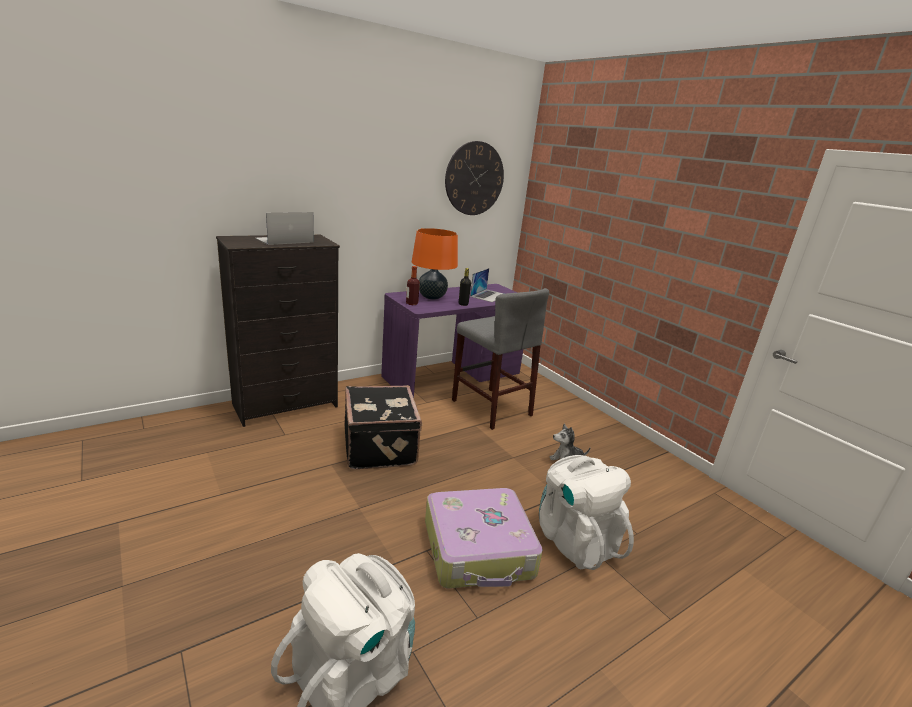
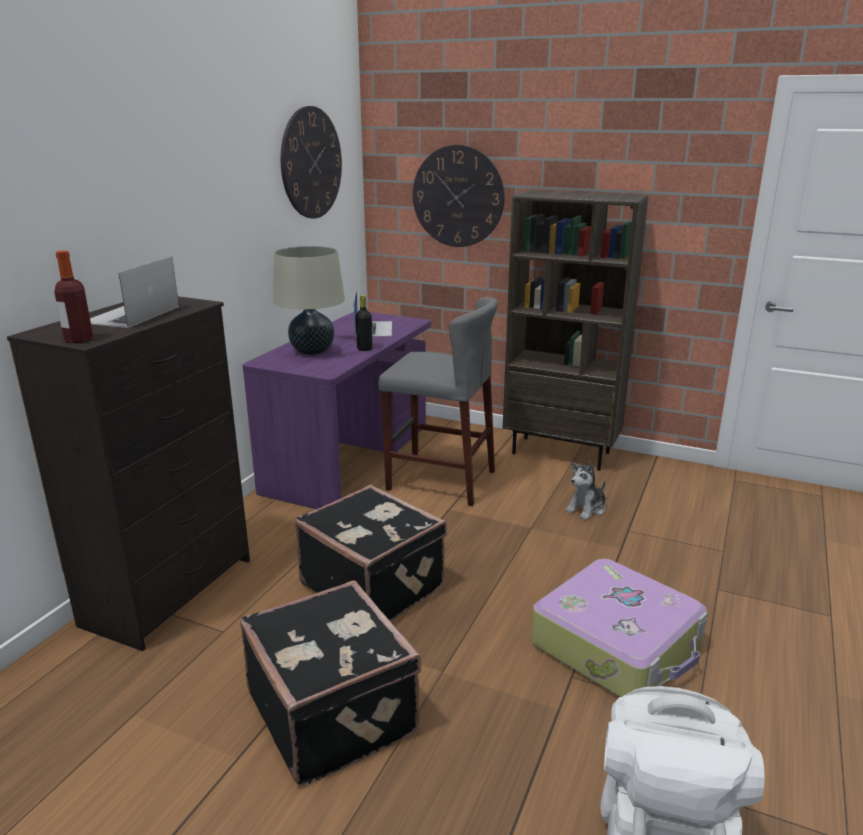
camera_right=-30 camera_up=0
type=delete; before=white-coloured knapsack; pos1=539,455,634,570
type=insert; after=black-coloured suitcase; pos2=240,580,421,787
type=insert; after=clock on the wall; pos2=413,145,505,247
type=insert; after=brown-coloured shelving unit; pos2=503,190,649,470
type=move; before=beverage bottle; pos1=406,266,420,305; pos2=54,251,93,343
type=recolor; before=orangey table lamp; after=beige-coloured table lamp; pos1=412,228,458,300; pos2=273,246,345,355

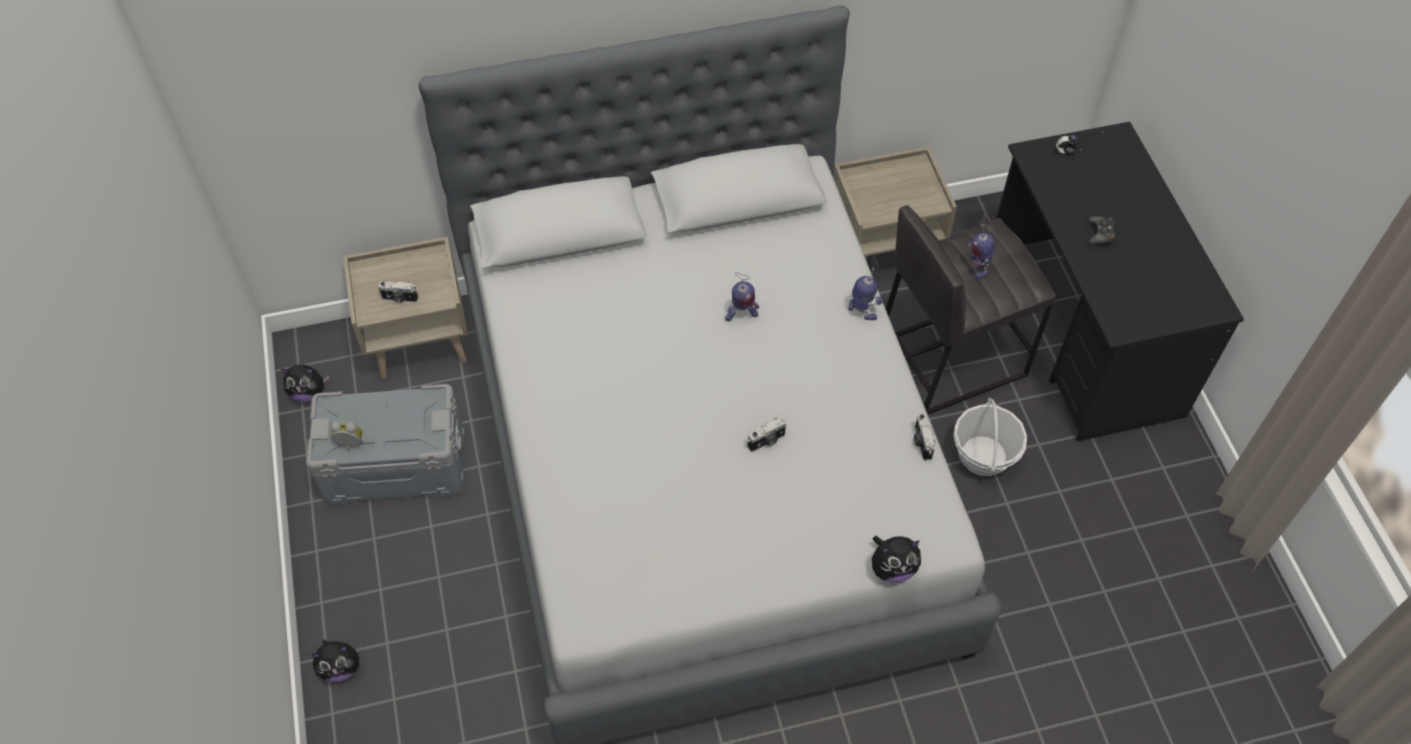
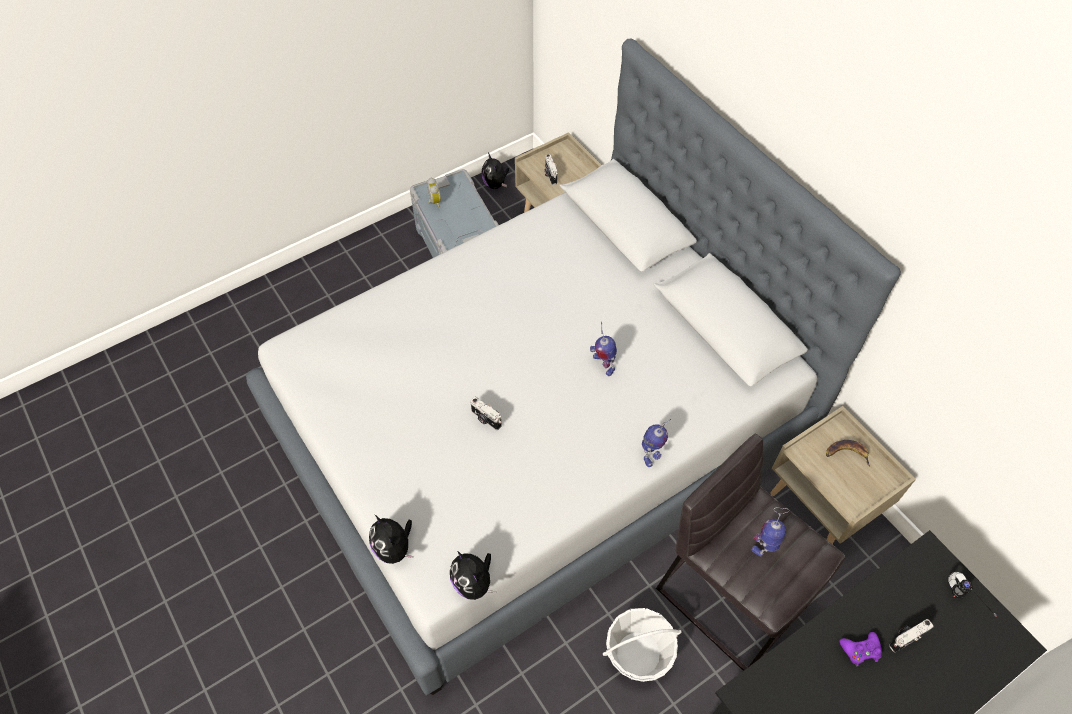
camera_right=70 camera_up=0
type=insert; after=banana; pos2=826,440,870,466
type=move; before=soft toy; pos1=311,639,362,682; pos2=450,551,496,600
type=move; before=photo camera; pos1=914,413,935,461; pos2=889,619,934,652
type=recolor; before=black-coloured joypad; after=purplish joypad; pos1=1089,216,1115,245; pos2=840,632,882,667

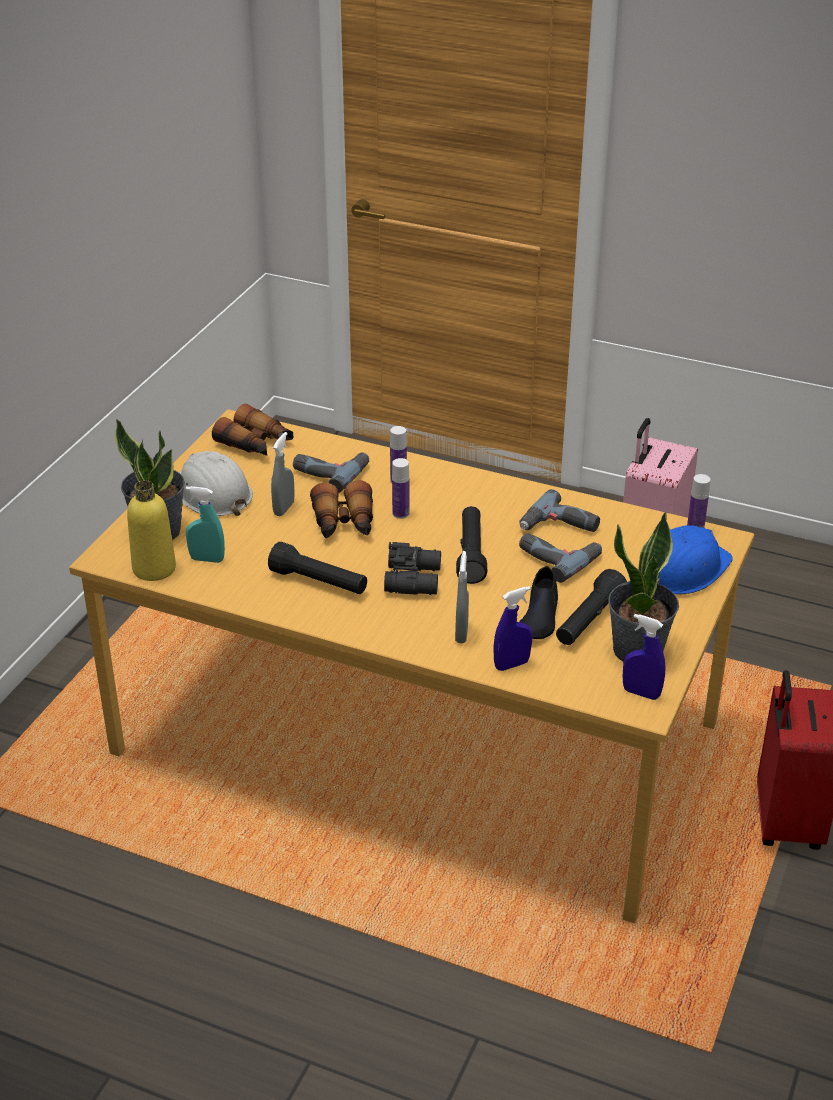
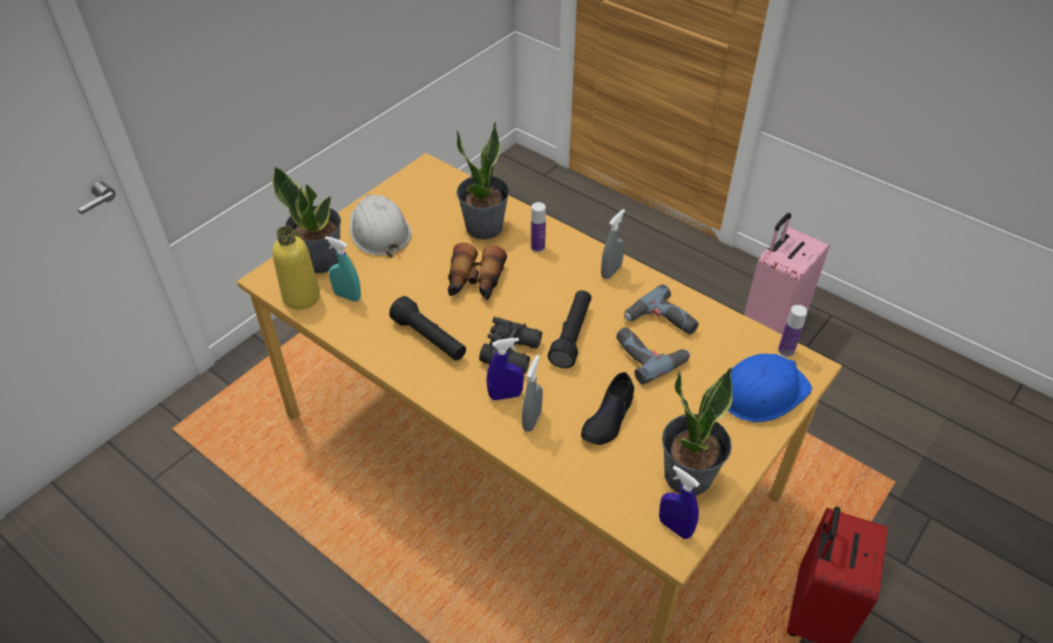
camera_right=15 camera_up=10
type=delete; before=pair of binoculars; pos1=212,404,293,456
type=delete; before=beverage bottle; pos1=392,458,409,519
type=delete; before=black-coloured torch; pos1=556,569,627,645
type=move; before=greyish hand sprayer; pos1=271,432,295,516; pos2=601,209,625,279
type=move; before=blue-coloured hand sprayer; pos1=494,586,532,671; pos2=486,338,524,400
type=replace; before=electric drill; after=houseplant; pos1=293,453,369,493; pos2=456,121,510,240

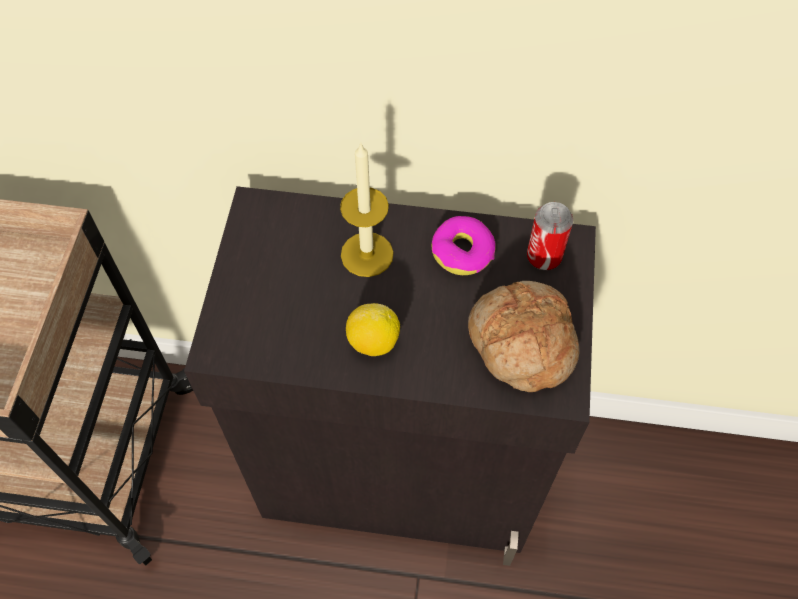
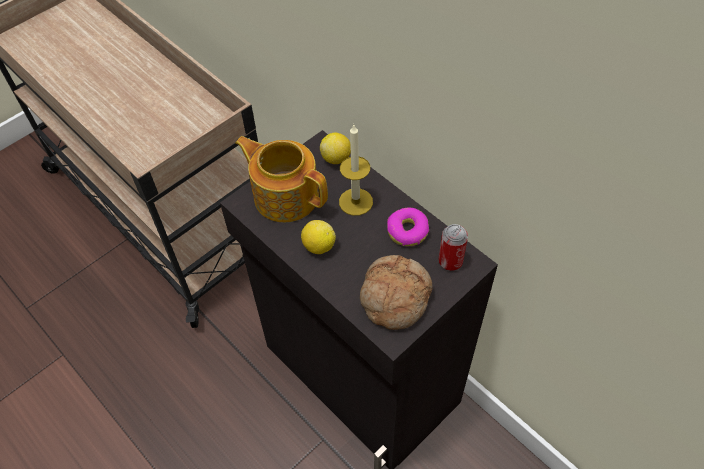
camera_right=40 camera_up=-5
type=insert; after=teapot; pos2=235,136,328,222
type=insert; after=citrus fruit; pos2=320,132,351,164

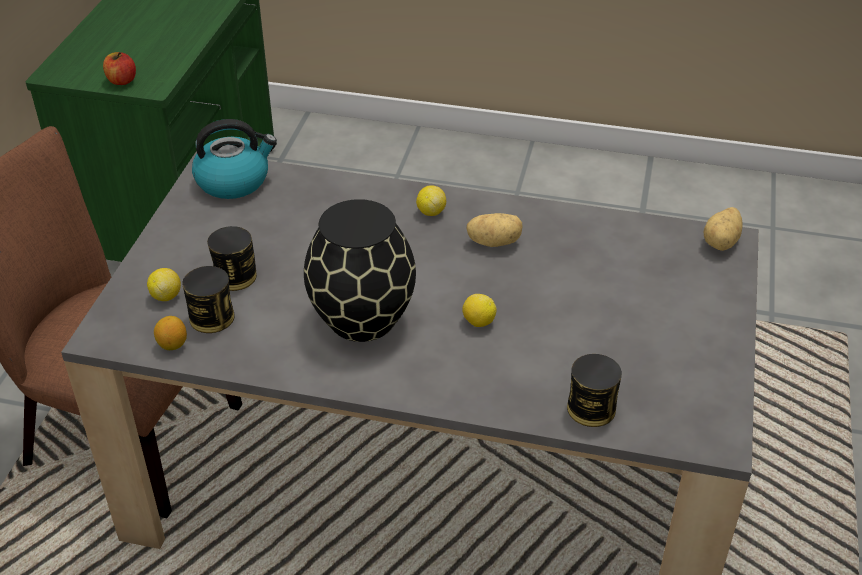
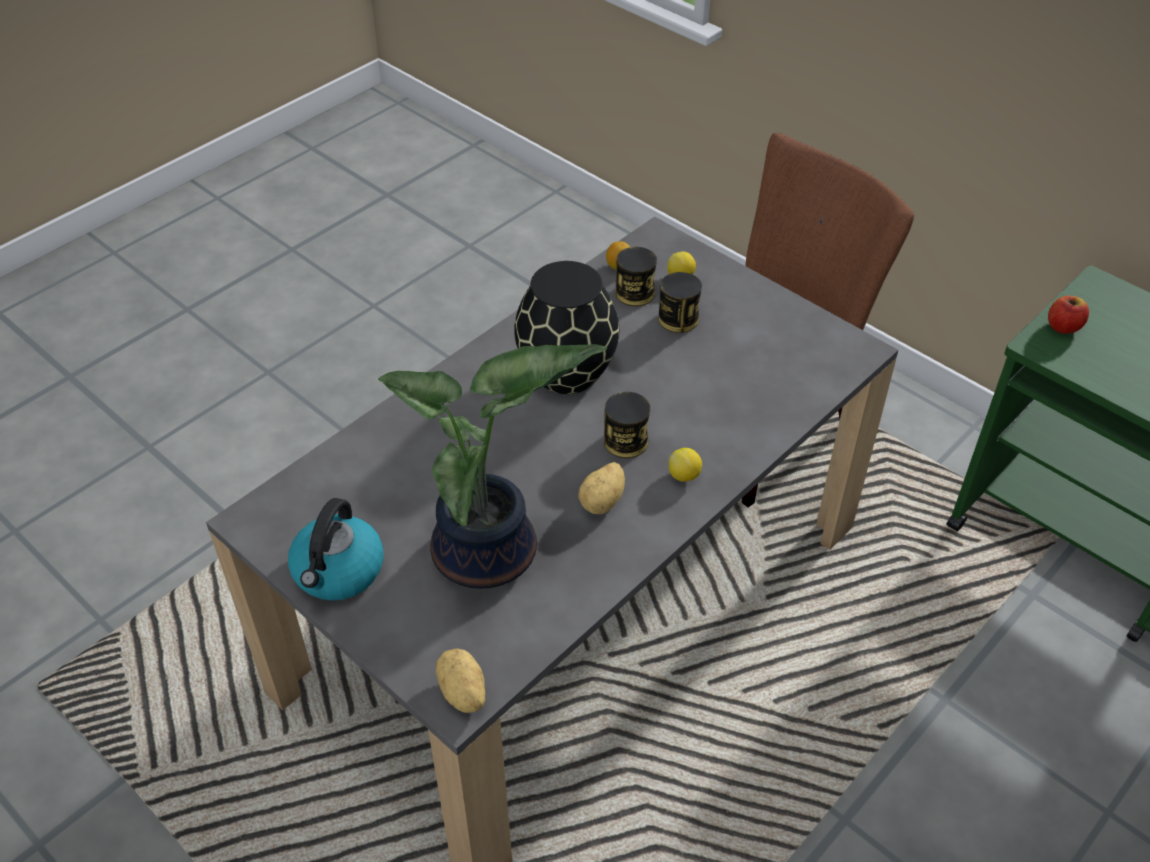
camera_right=120 camera_up=5
type=delete; before=citrus fruit; pos1=462,294,497,327
type=insert; after=houseplant; pos2=378,344,607,589
type=move; before=water kettle; pos1=192,119,277,199; pos2=288,498,384,601
type=move; before=sealed can; pos1=567,354,622,427; pos2=604,392,650,458

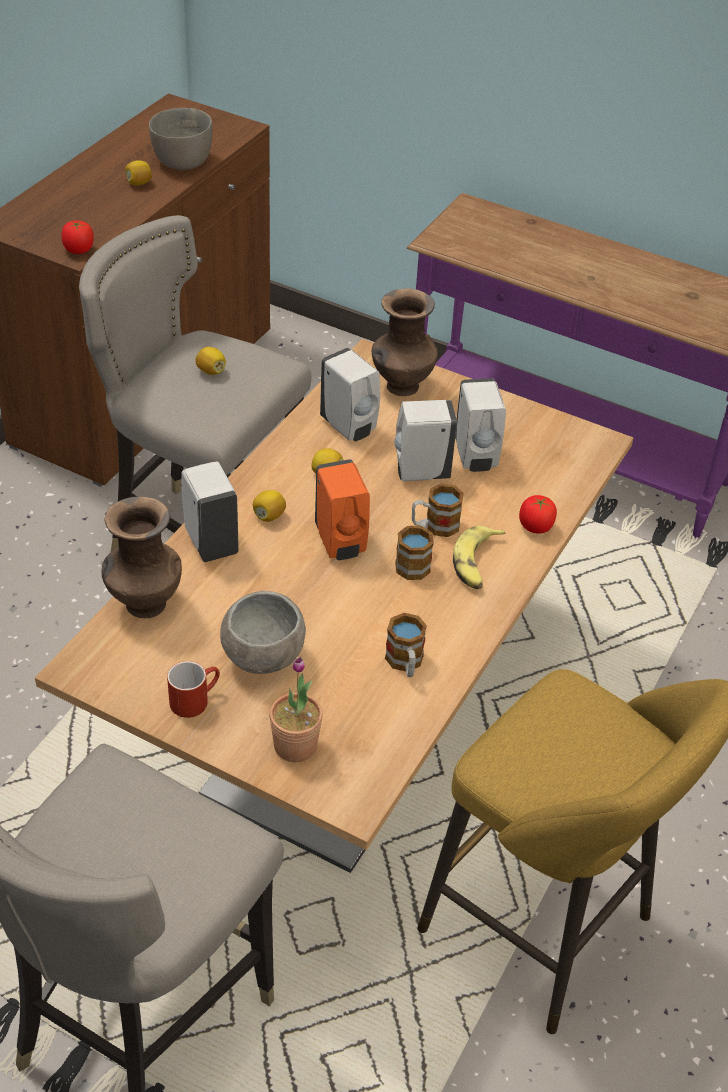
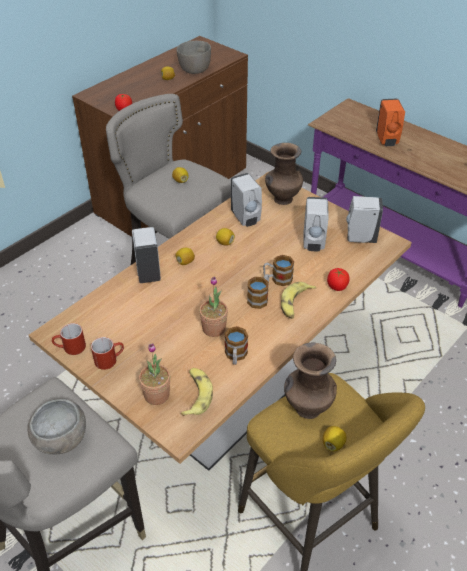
camera_right=15 camera_up=0
type=insert; after=red coffee mug; pos2=52,323,86,355
type=insert; after=banana; pos2=181,368,213,416
type=insert; after=houseplant; pos2=199,276,228,337
type=insert; after=citrus fruit; pos2=323,426,346,451
type=move; before=brown-coloured decorative vase; pos1=101,496,182,618; pos2=284,343,337,419
type=move; before=greyish bowl; pos1=220,591,306,674; pos2=27,399,86,454
type=move; before=orangey soap bottle; pos1=315,459,370,560; pos2=376,98,405,146
type=move; before=white-coloured soap bottle; pos1=394,400,457,481; pos2=346,196,383,243

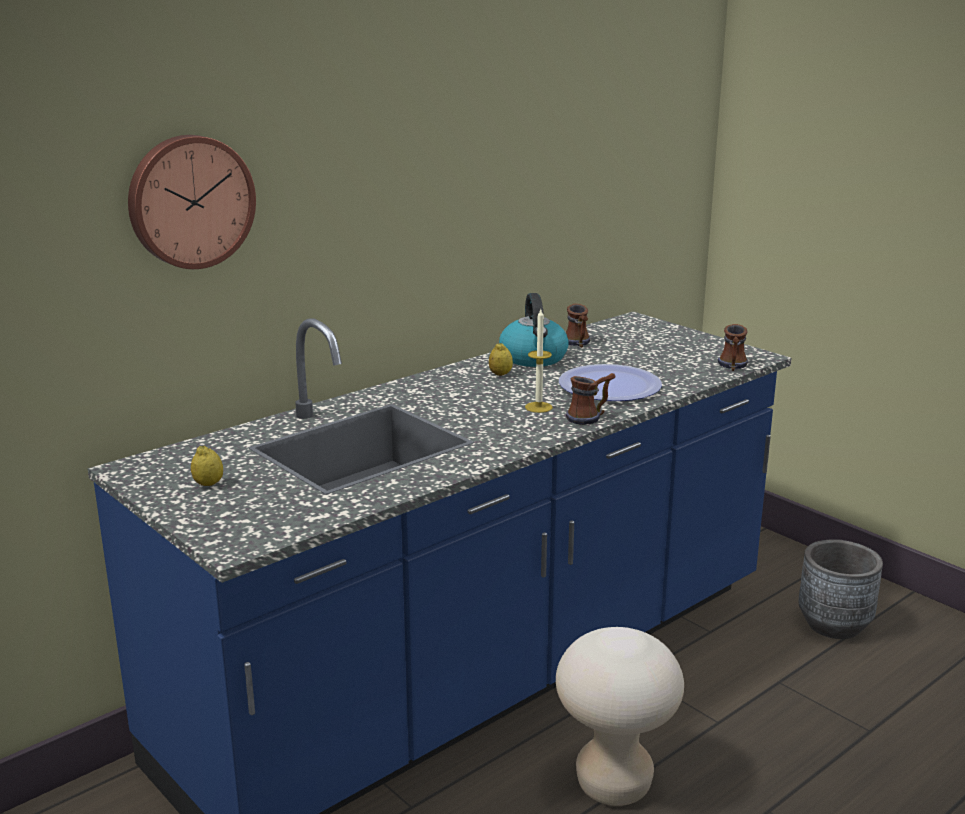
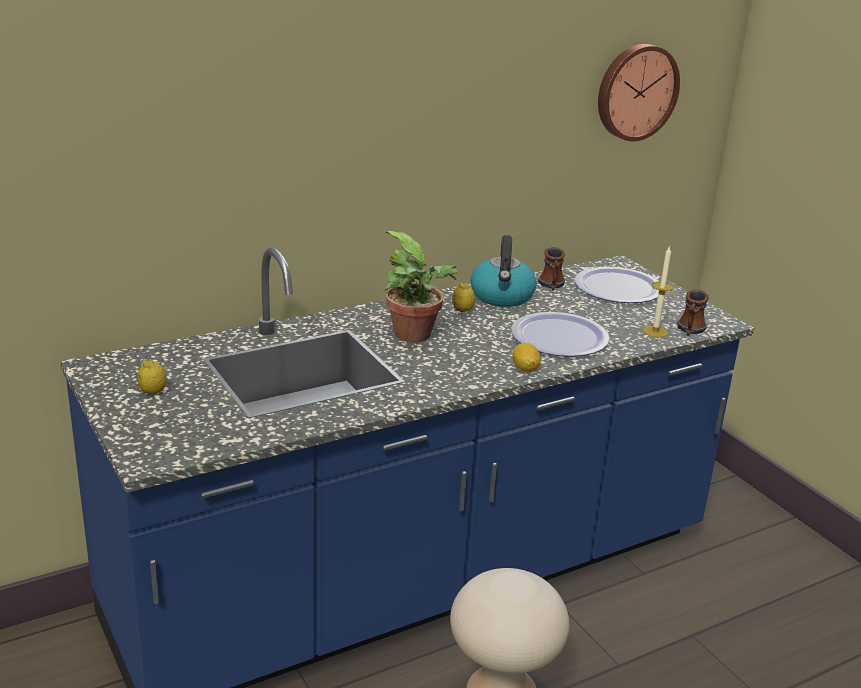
camera_right=10 camera_up=5
type=delete; before=greyish planter; pos1=798,539,883,639
type=insert; after=houseplant; pos2=382,231,458,343
type=insert; after=flat dish; pos2=575,267,659,303
type=move; before=clock on the wall; pos1=128,135,256,269; pos2=598,44,680,141
type=move; before=wax light; pos1=525,309,553,413; pos2=643,246,674,338
type=replace; before=coffee mug; after=citrus fruit; pos1=566,373,616,425; pos2=512,343,541,372

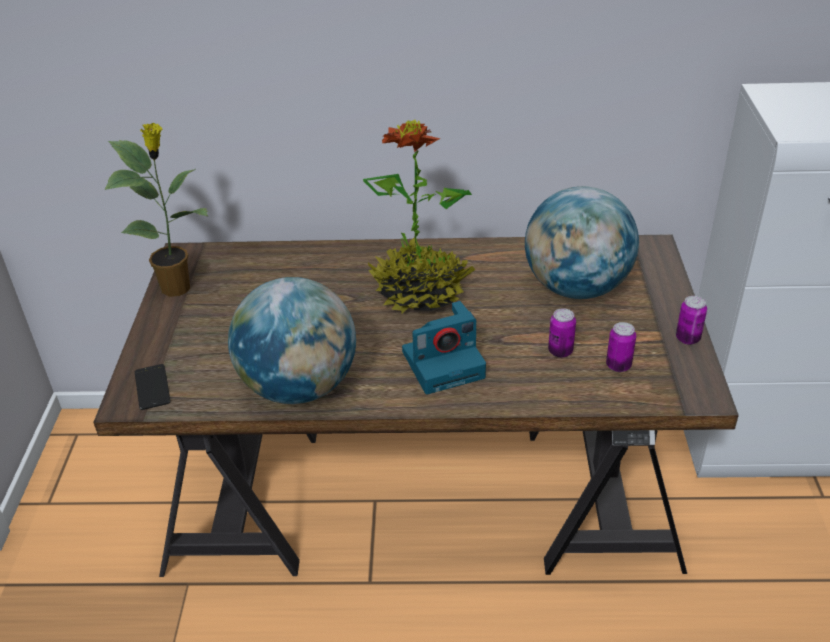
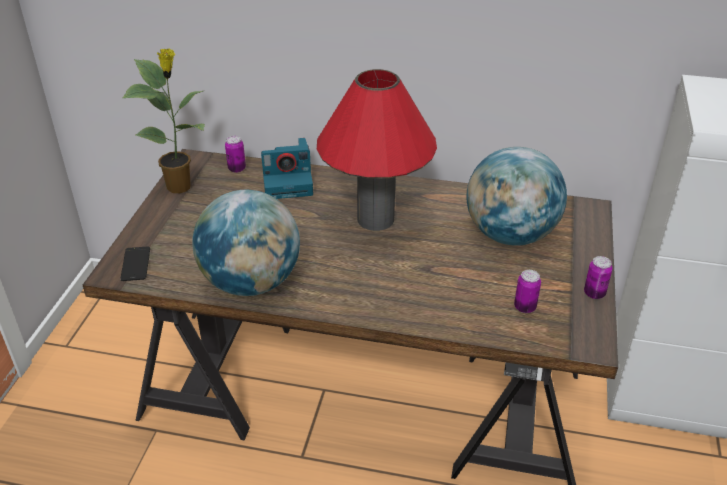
camera_right=10 camera_up=0
type=move; before=photo camera; pos1=402,301,486,394; pos2=261,138,313,199
type=move; before=sealed can; pos1=548,308,576,358; pos2=225,136,246,173
type=replace; before=houseplant; after=red table lamp; pos1=363,120,475,314; pos2=317,69,437,231

